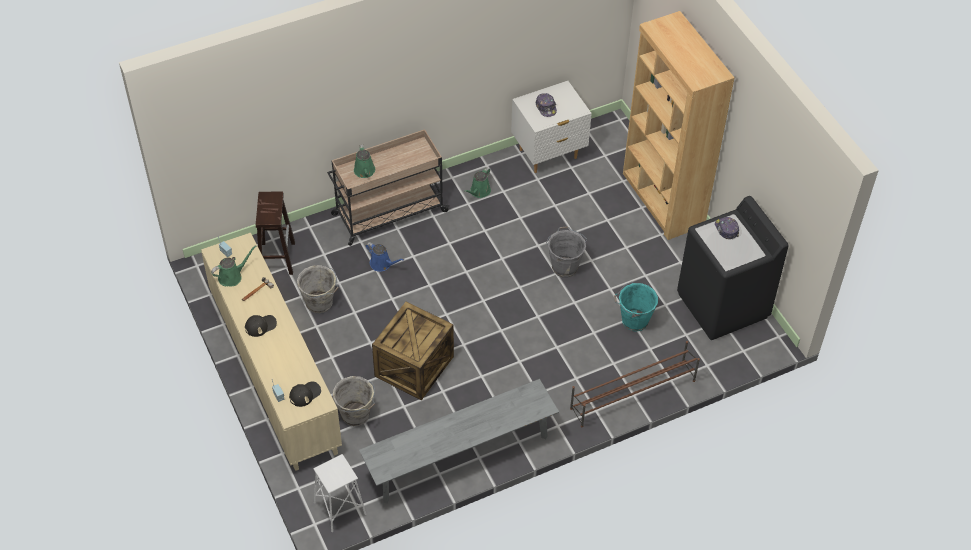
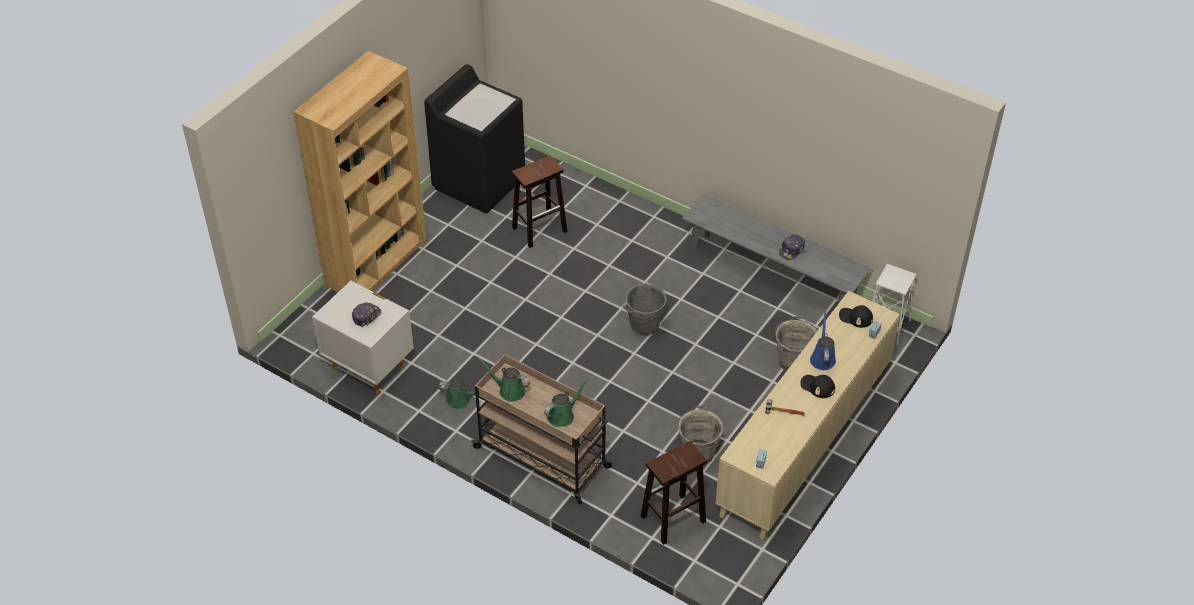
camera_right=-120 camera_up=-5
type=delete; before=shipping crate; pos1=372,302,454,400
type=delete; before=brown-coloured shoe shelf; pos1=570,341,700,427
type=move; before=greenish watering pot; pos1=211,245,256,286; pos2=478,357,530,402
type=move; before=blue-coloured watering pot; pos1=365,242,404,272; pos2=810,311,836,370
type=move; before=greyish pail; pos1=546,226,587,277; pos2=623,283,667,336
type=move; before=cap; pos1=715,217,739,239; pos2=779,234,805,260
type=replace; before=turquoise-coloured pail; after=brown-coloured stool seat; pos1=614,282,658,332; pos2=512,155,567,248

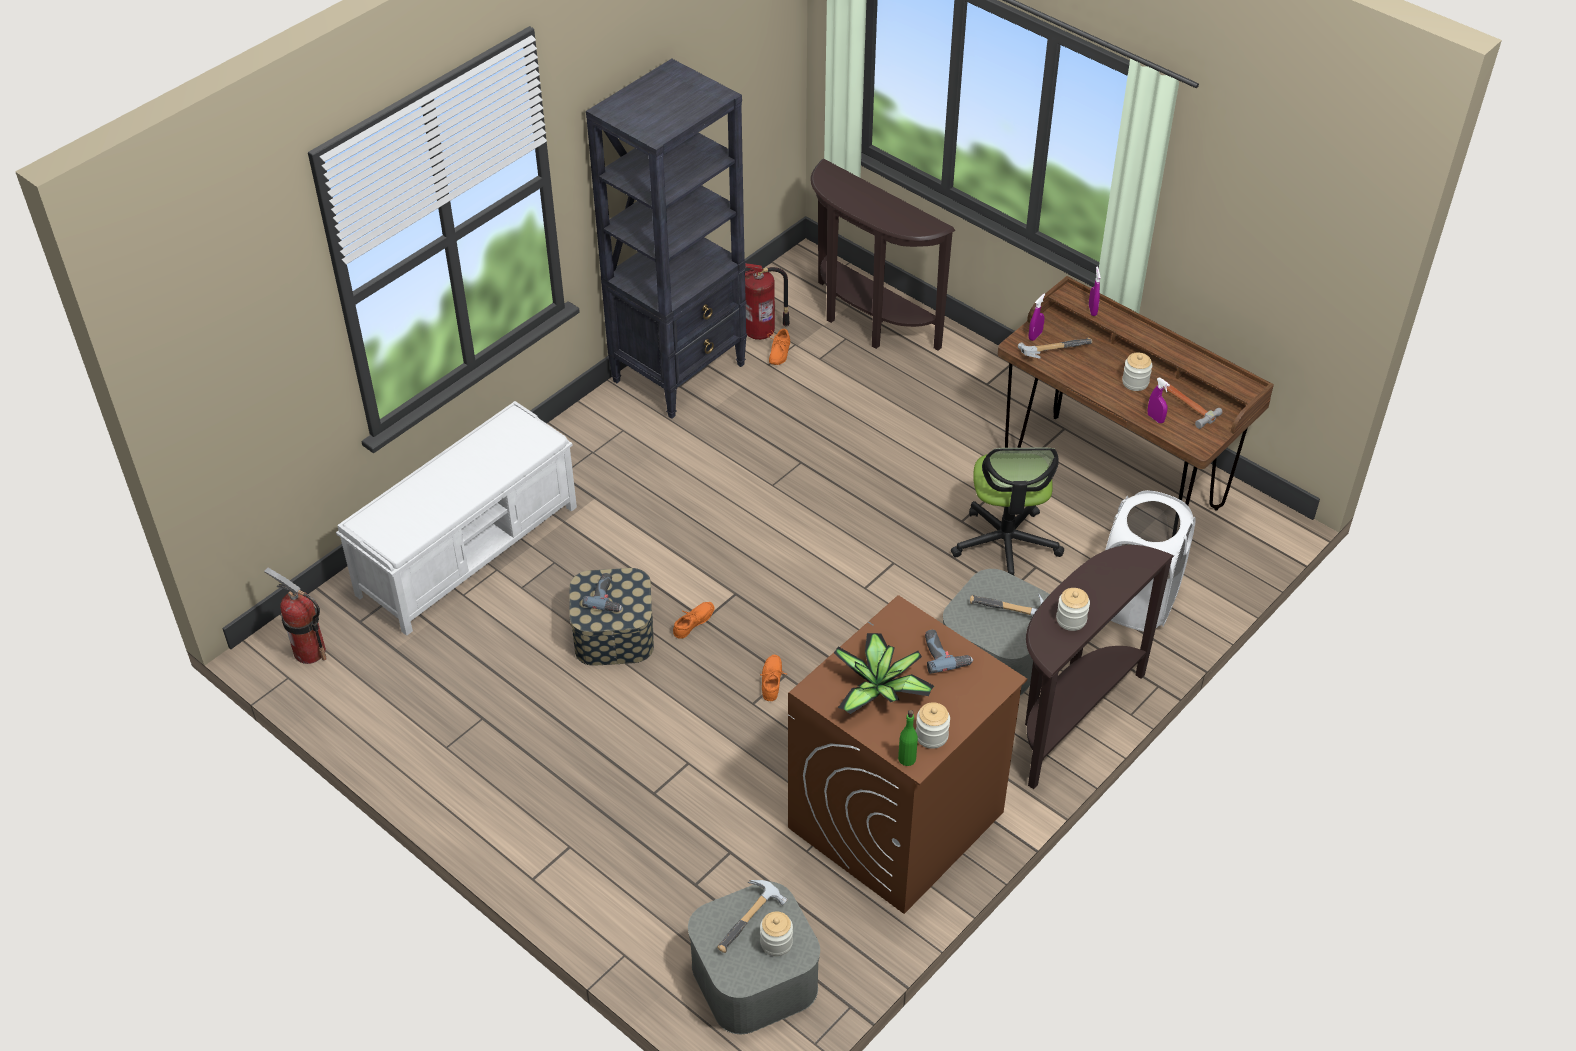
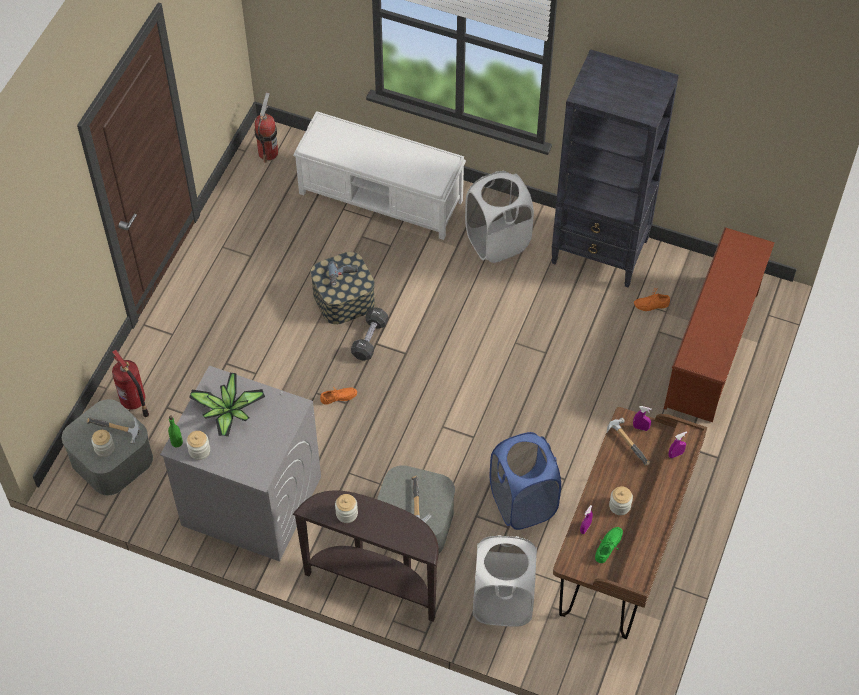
camera_right=70 camera_up=10
type=delete; before=electric drill; pos1=925,630,973,674
type=insert; after=white-coloured hamper; pos2=465,171,534,263
type=move; before=extinguisher; pos1=745,263,790,340; pos2=112,350,149,417
type=replace; before=orangey item of footwear; after=black-coloured free weight; pos1=673,602,715,639; pos2=351,307,388,361
type=replace; before=brown-coloured hall table; after=brown-coloured shoe shelf; pos1=811,159,955,351; pos2=664,227,775,422
type=replace; before=office chair; after=blue-coloured hamper; pos1=951,448,1064,576; pos2=489,432,561,530
type=replace; before=hammer; after=greenish item of footwear; pos1=1163,383,1223,429; pos2=595,527,623,563
type=recolor; before=brown-coloured laundry machine; after=greyish laundry machine; pos1=788,595,1027,914; pos2=160,365,321,562

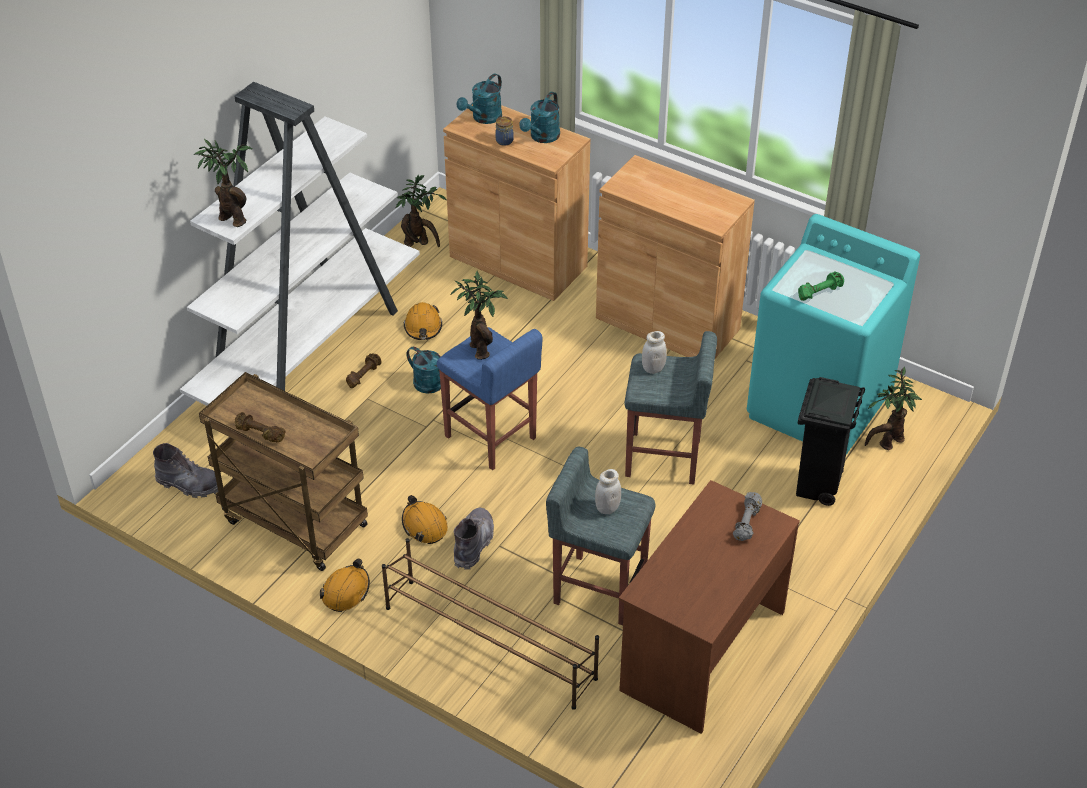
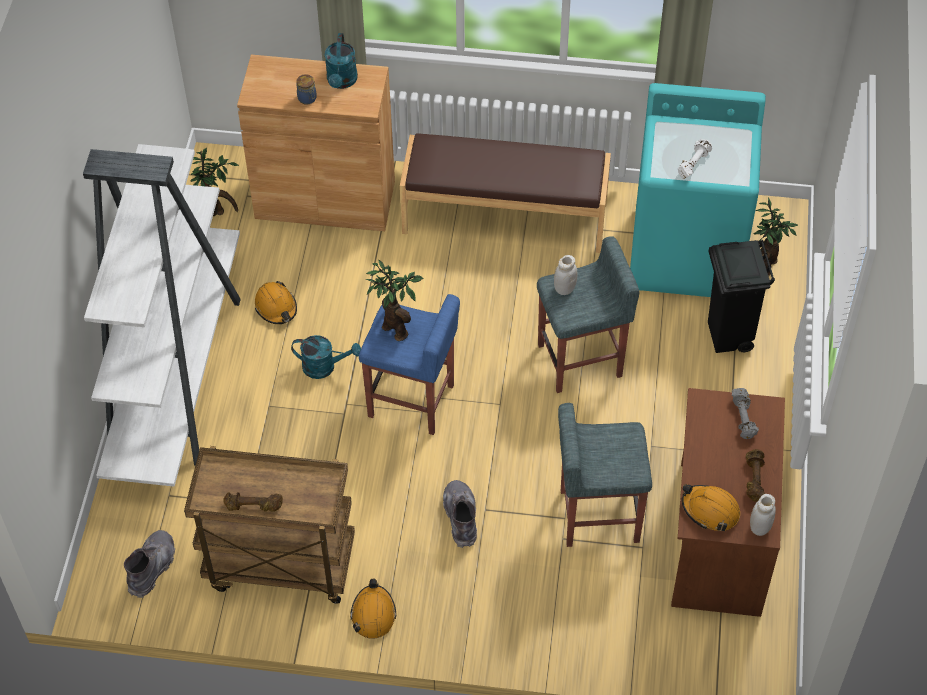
camera_right=-25 camera_up=10
type=delete; before=houseplant; pos1=194,139,252,227
type=delete; before=brown-coloured shoe shelf; pos1=382,538,599,710
type=delete; before=turquoise-coloured watering pot; pos1=457,74,502,124
type=move; before=brown-coloured free weight; pos1=346,353,381,388; pos2=746,449,765,502
type=move; before=orangey work helmet; pos1=402,495,448,544; pos2=682,484,740,531
type=move; before=white-coloured storage jar; pos1=595,469,621,514; pos2=750,494,776,536
type=replace; before=brown-coloured cupboard; after=brown-coloured bench; pos1=596,155,755,359; pos2=400,133,611,253
type=recolor; before=greenish free weight; after=white-coloured free weight; pos1=798,272,844,301; pos2=678,139,712,179
type=rotate; before=greyish boot; pos1=153,443,218,498; pos2=124,530,175,598; turn=-60

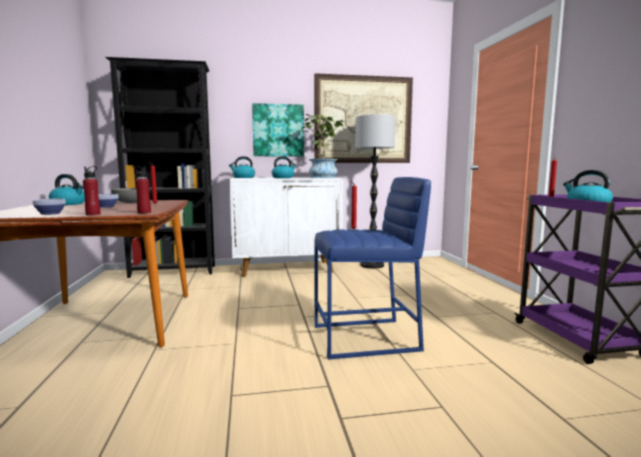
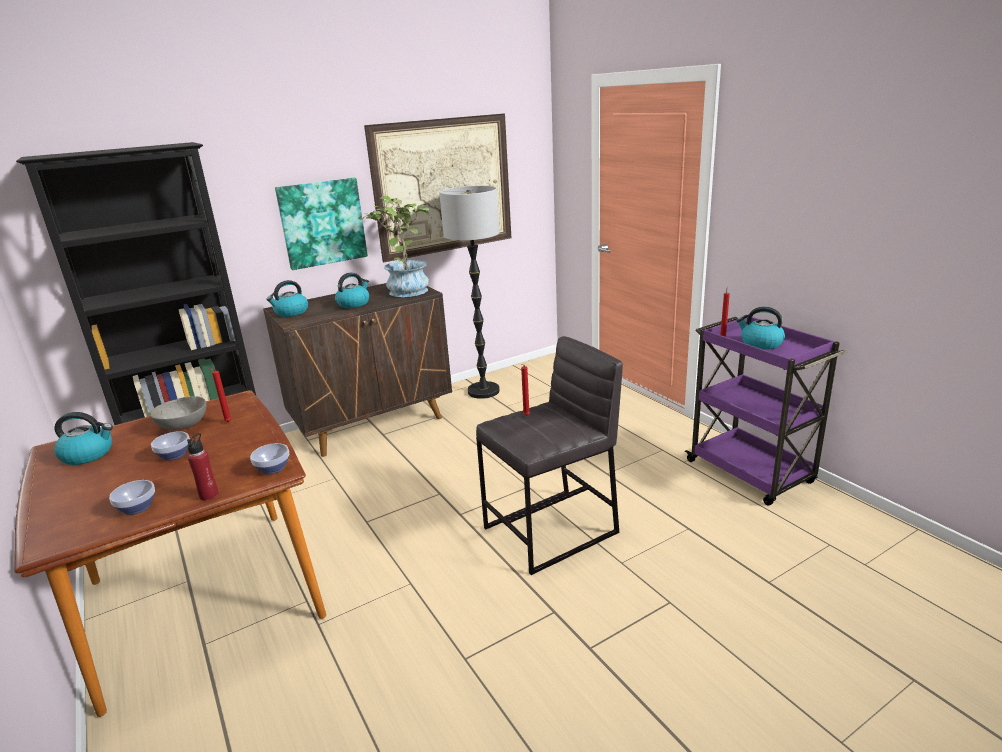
camera_right=-20 camera_up=15
type=replace; before=red beverage bottle; after=bowl; pos1=134,166,151,213; pos2=250,443,289,474
type=recolor; before=white-coloured cupboard; after=brown-coloured cupboard; pos1=229,177,343,277; pos2=263,283,452,457
type=recolor; before=blue-coloured stool seat; after=greyish stool seat; pos1=314,177,431,359; pos2=476,336,623,575

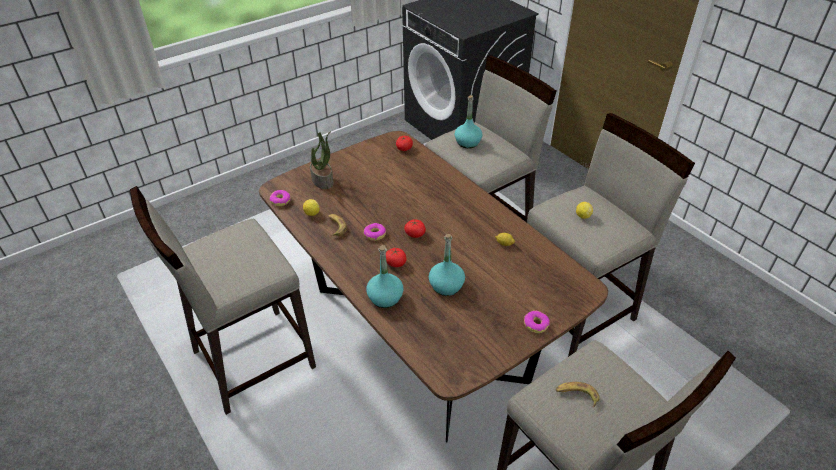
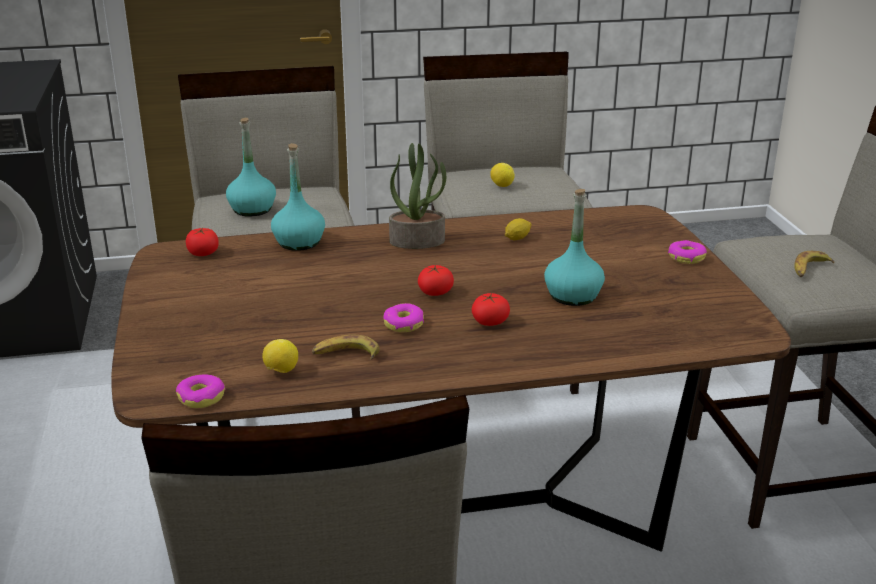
camera_right=-65 camera_up=-15
type=move; before=houseplant; pos1=310,131,334,189; pos2=389,143,446,249
type=move; before=turquoise-coloured beverage bottle; pos1=366,245,403,308; pos2=271,143,325,251

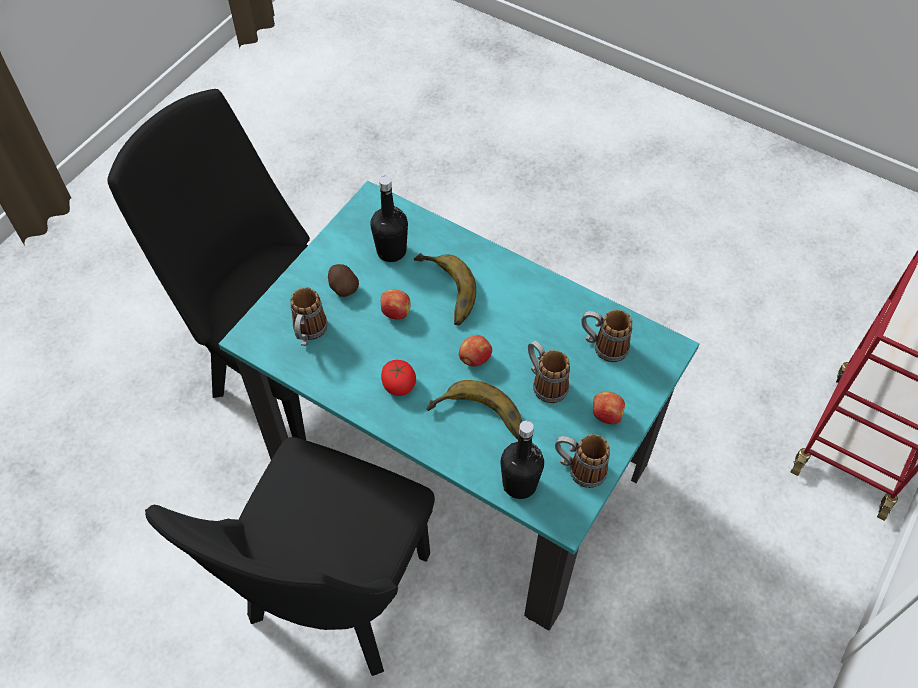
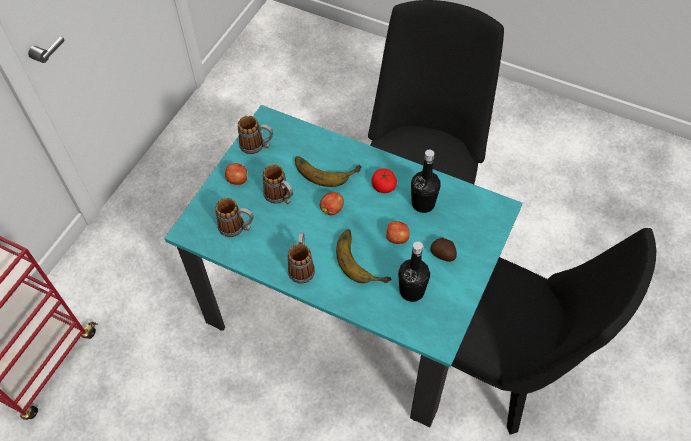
camera_right=175 camera_up=0
type=move; before=coffee mug; pos1=290,287,328,346; pos2=288,233,315,284
type=move; before=black-coloured beverage bottle; pos1=501,420,544,499; pos2=411,150,441,213

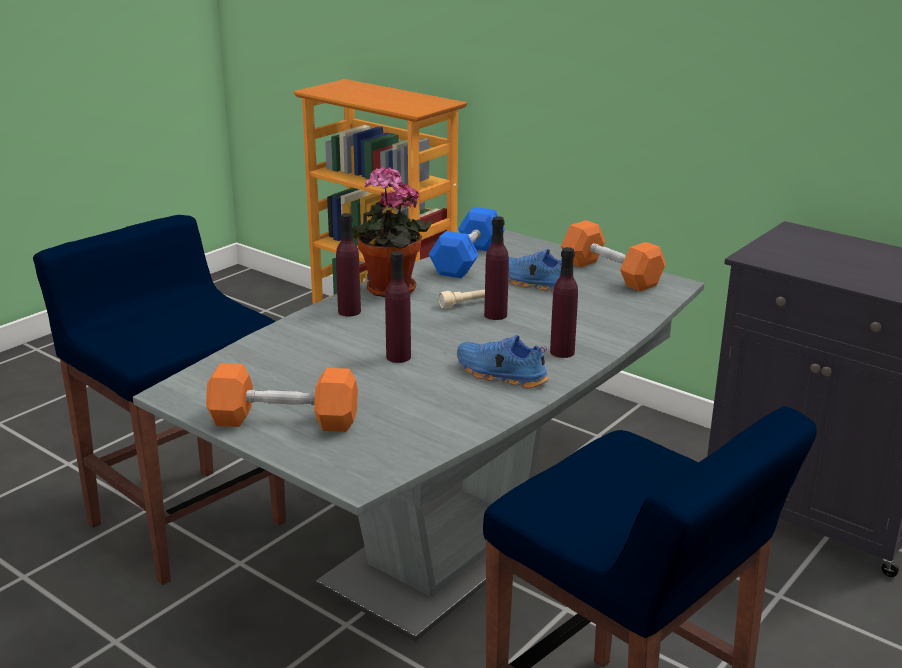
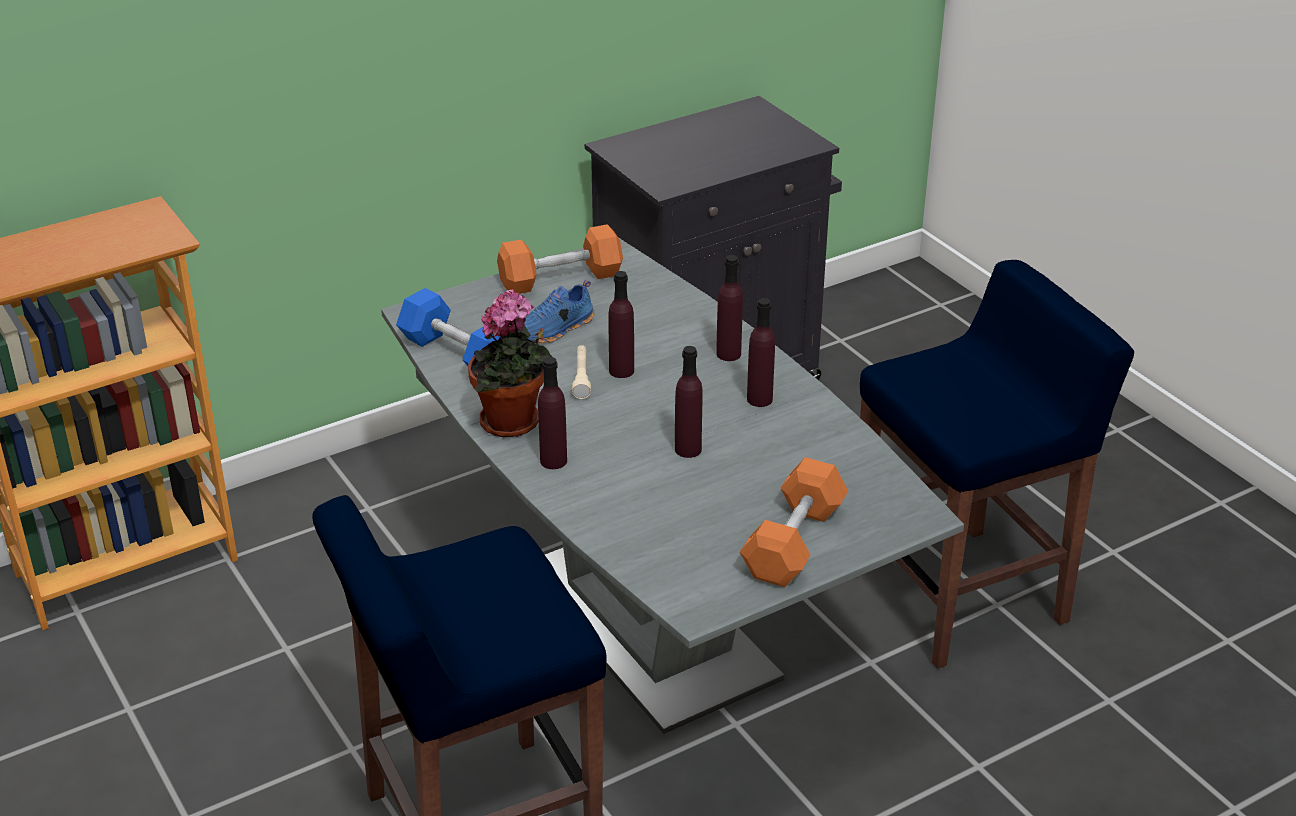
camera_right=-70 camera_up=10
type=replace; before=blue-coloured item of footwear; after=purplish beverage bottle; pos1=457,335,549,388; pos2=747,298,775,407

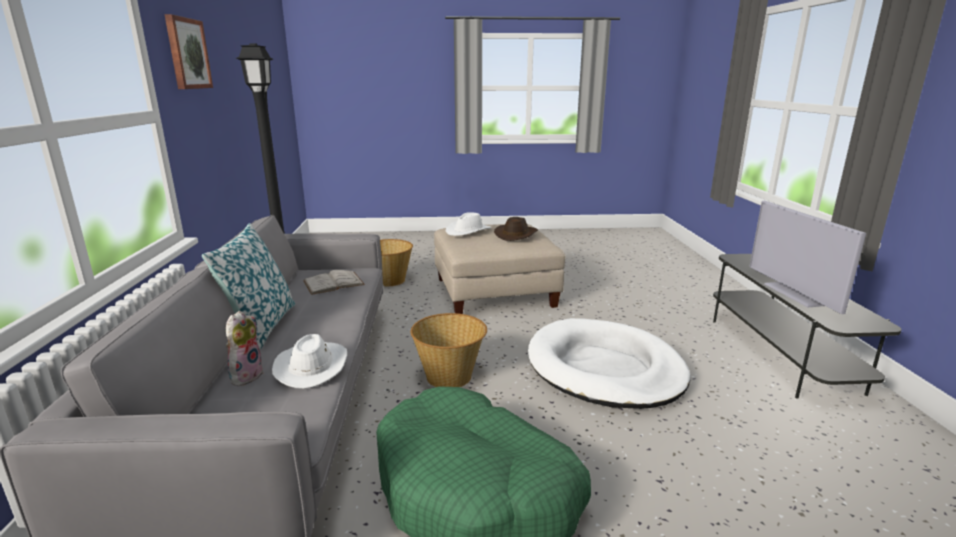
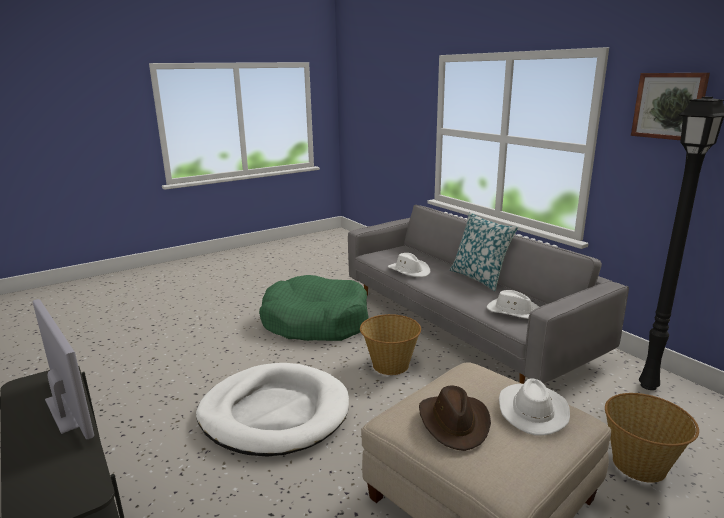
camera_right=150 camera_up=0
type=delete; before=soft toy; pos1=226,311,264,386
type=replace; before=white-coloured book; after=white-coloured hat; pos1=303,270,365,295; pos2=487,290,539,319

